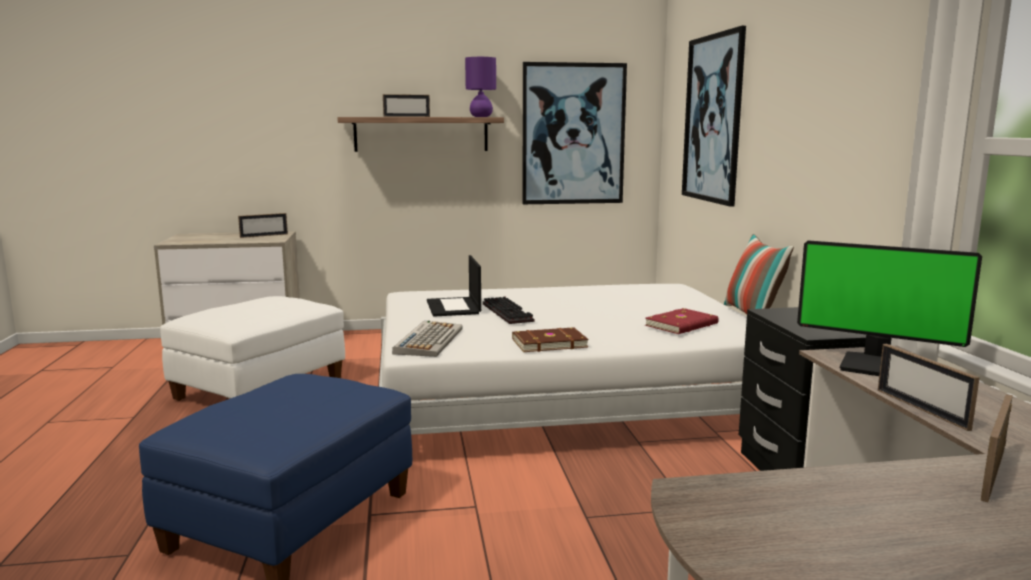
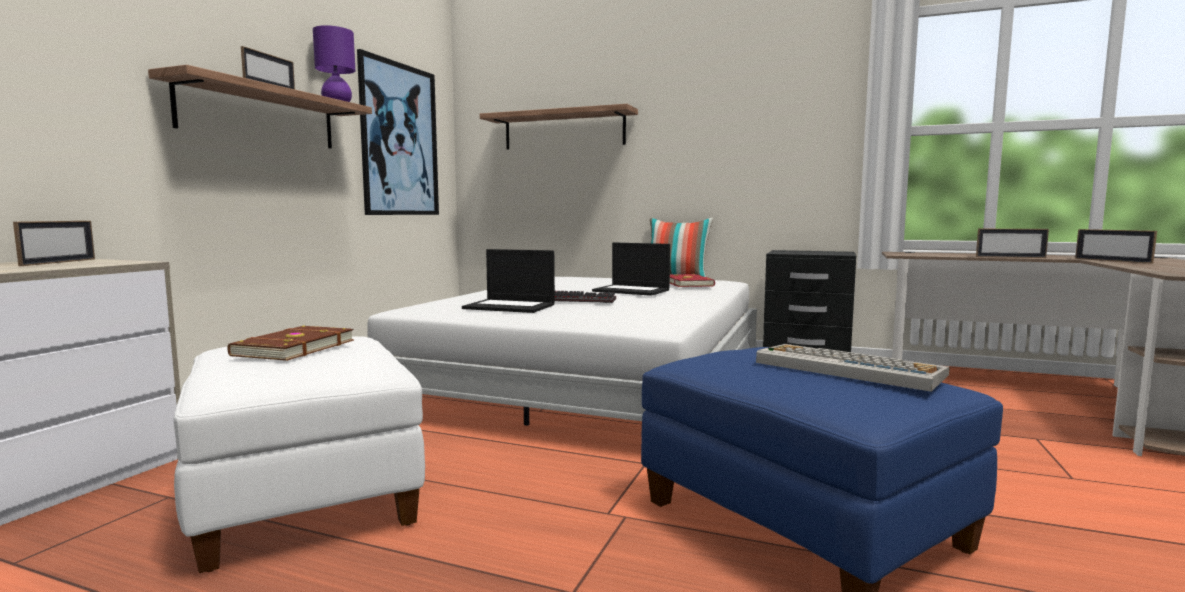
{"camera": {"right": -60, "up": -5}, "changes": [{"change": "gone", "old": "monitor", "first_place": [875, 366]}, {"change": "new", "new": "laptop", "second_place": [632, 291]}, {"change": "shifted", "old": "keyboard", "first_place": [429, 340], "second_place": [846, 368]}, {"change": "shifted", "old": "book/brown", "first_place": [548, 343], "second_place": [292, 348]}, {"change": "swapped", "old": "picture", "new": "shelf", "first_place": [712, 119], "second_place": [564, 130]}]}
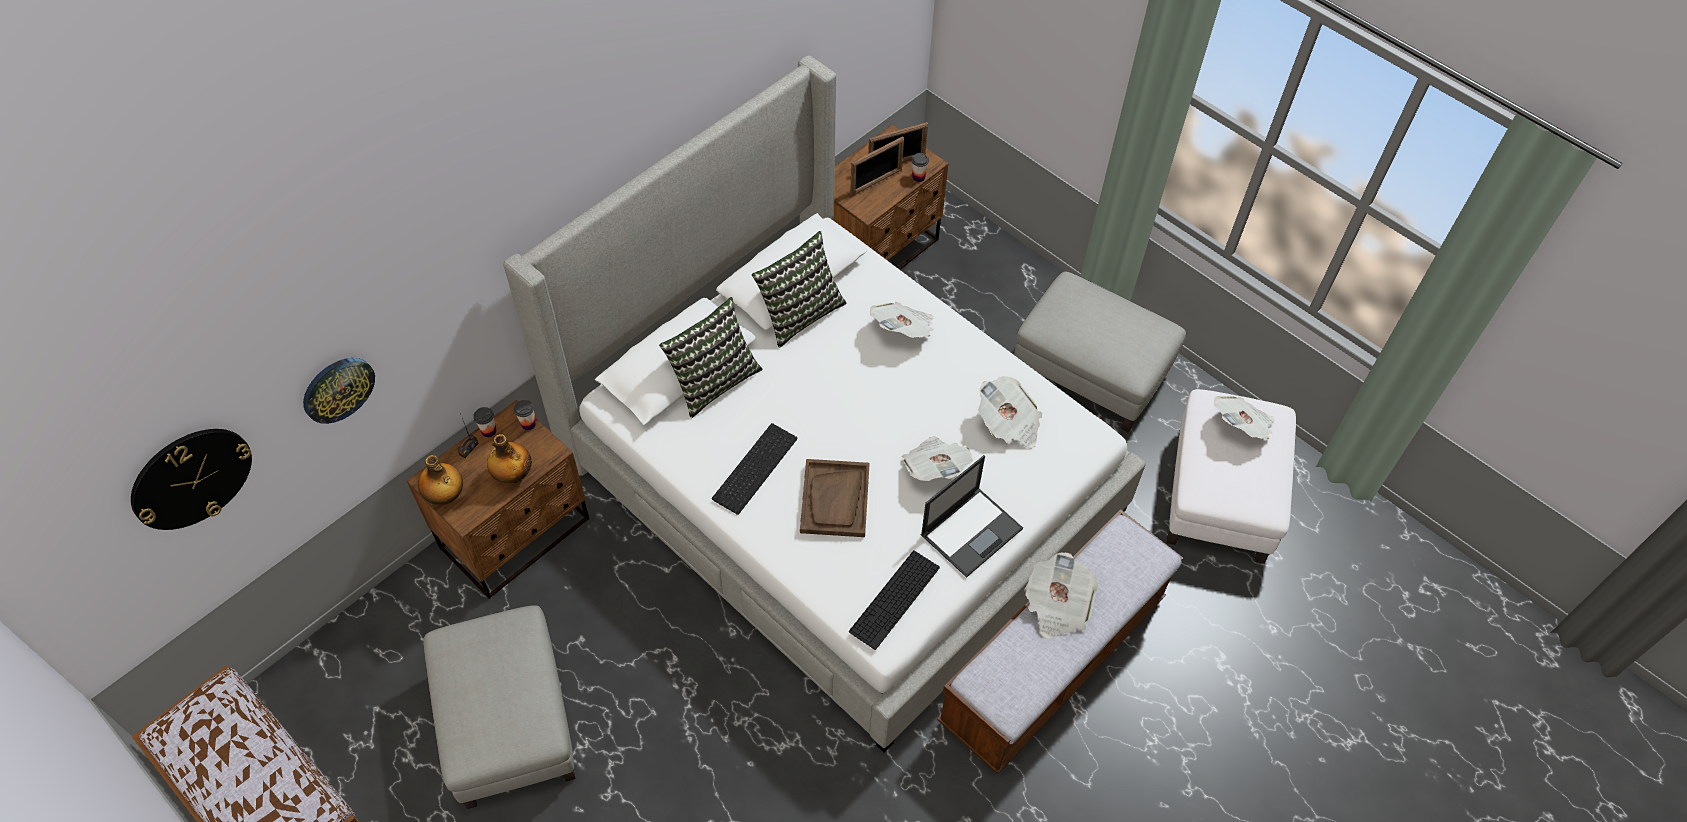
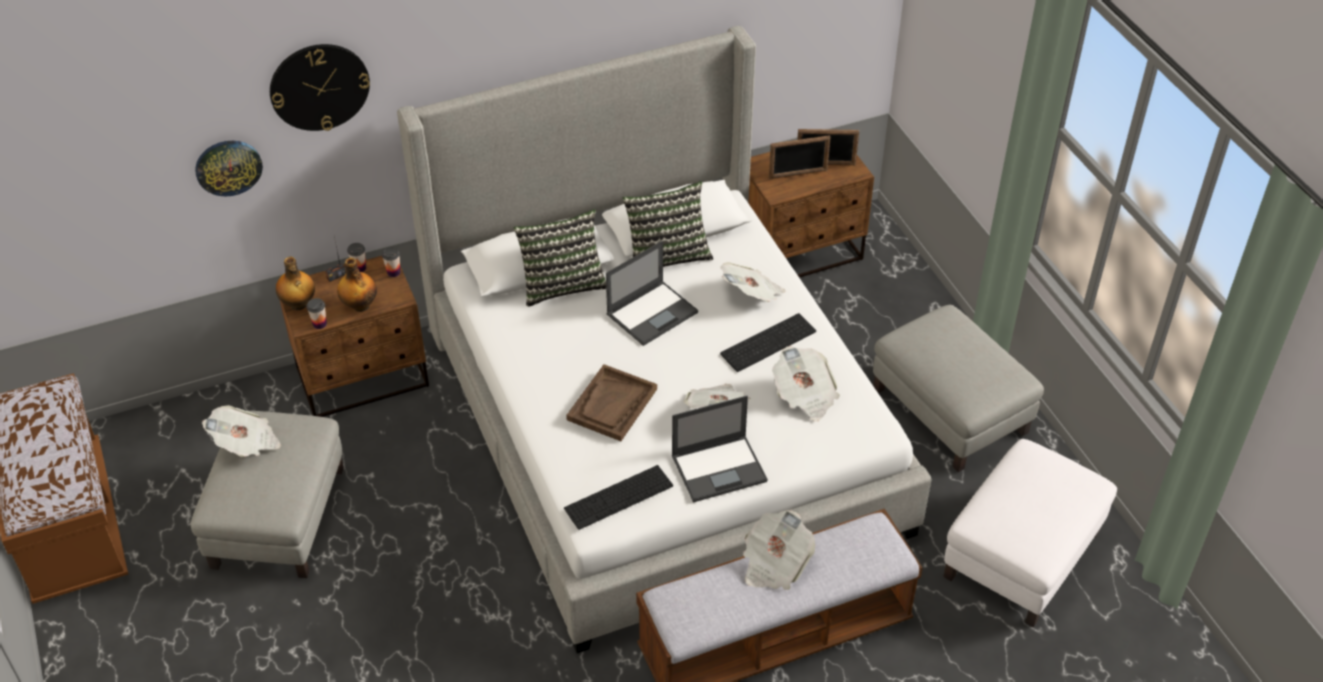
{"camera": {"right": 25, "up": -10}, "changes": [{"change": "new", "new": "laptop", "second_place": [653, 313]}, {"change": "shifted", "old": "wall clock", "first_place": [191, 478], "second_place": [319, 86]}, {"change": "shifted", "old": "keyboard", "first_place": [754, 466], "second_place": [768, 341]}, {"change": "shifted", "old": "cup", "first_place": [918, 177], "second_place": [319, 324]}, {"change": "shifted", "old": "newspaper", "first_place": [1241, 426], "second_place": [246, 444]}]}
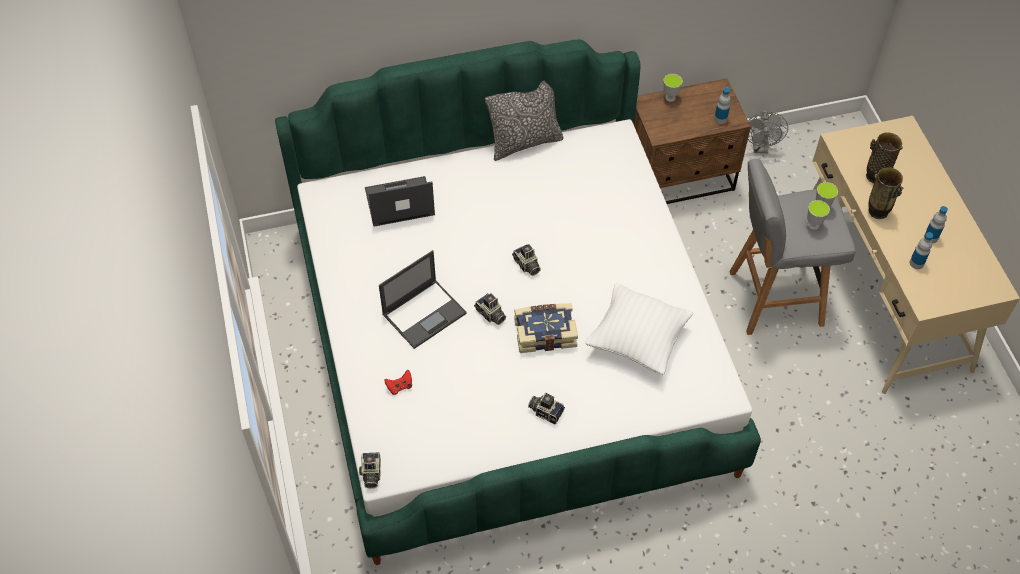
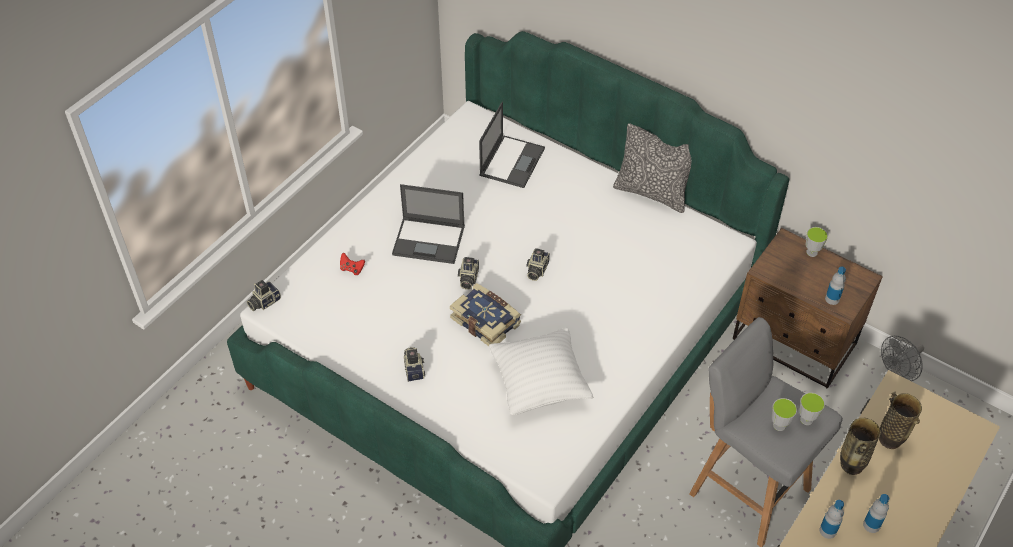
{"camera": {"right": 50, "up": -5}, "changes": [{"change": "rotated", "old": "laptop", "first_place": [398, 202], "second_place": [512, 161], "degrees": 75}]}
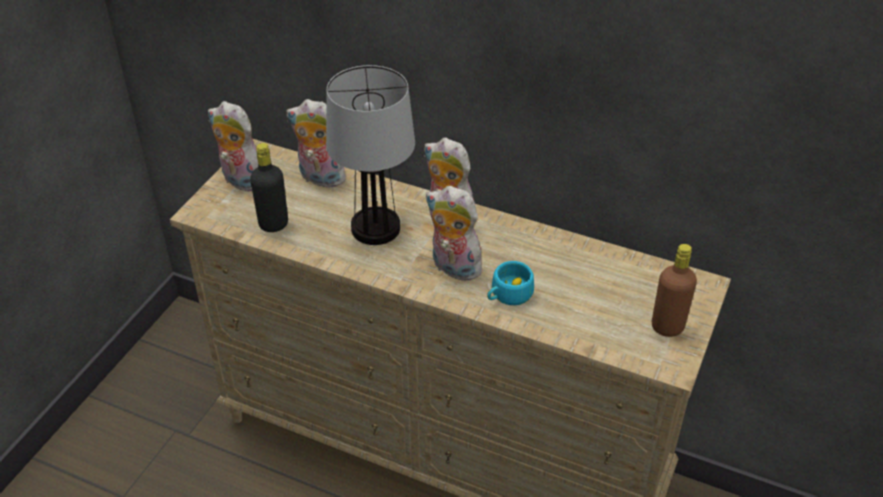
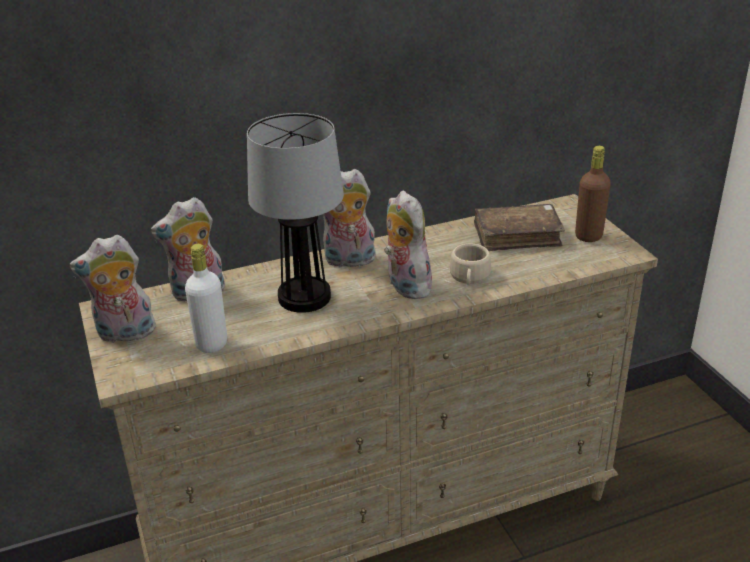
{"camera": {"right": -45, "up": -10}, "changes": [{"change": "new", "new": "book/brown", "second_place": [517, 236]}, {"change": "repainted", "old": "bottle/black", "new": "bottle/white", "first_place": [273, 224], "second_place": [211, 344]}, {"change": "repainted", "old": "cup/turquoise", "new": "cup/beige", "first_place": [508, 295], "second_place": [469, 278]}, {"change": "rotated", "old": "plush toy", "first_place": [453, 268], "second_place": [405, 286], "degrees": 75}]}
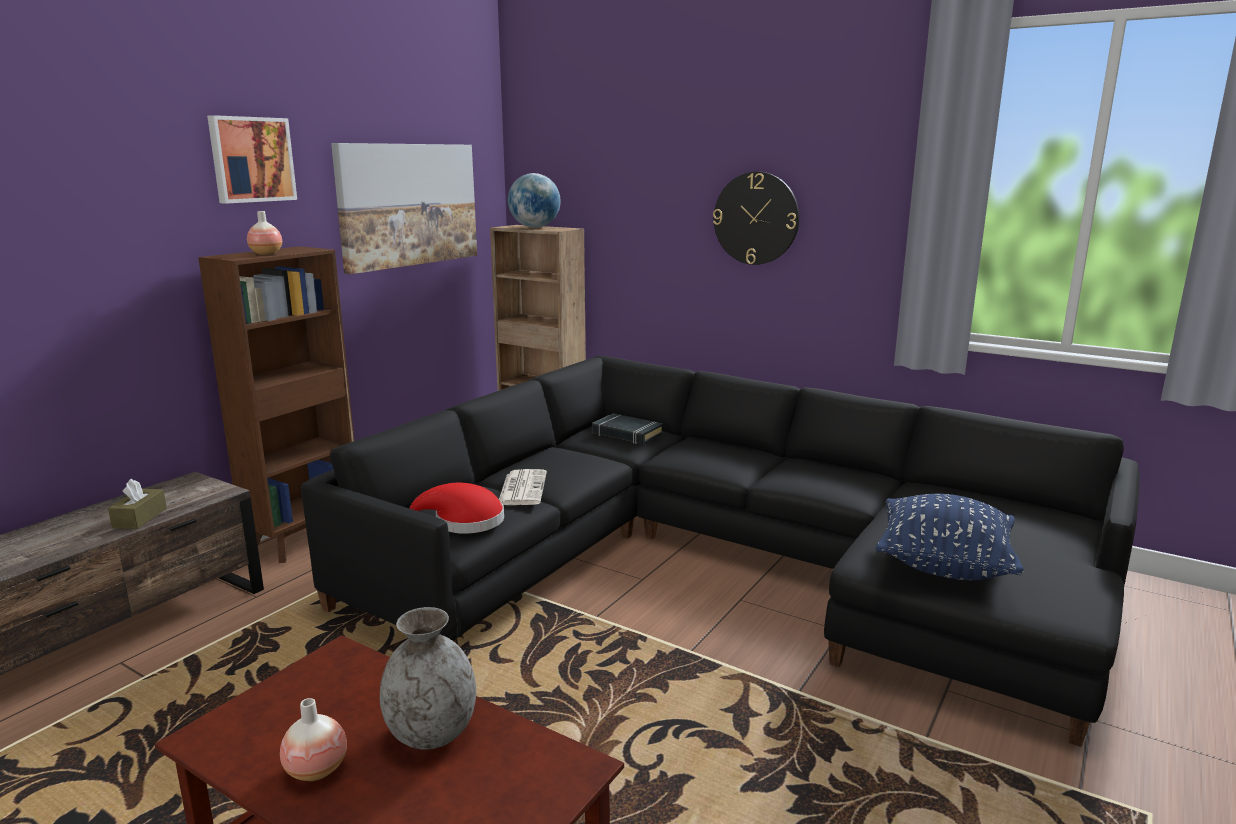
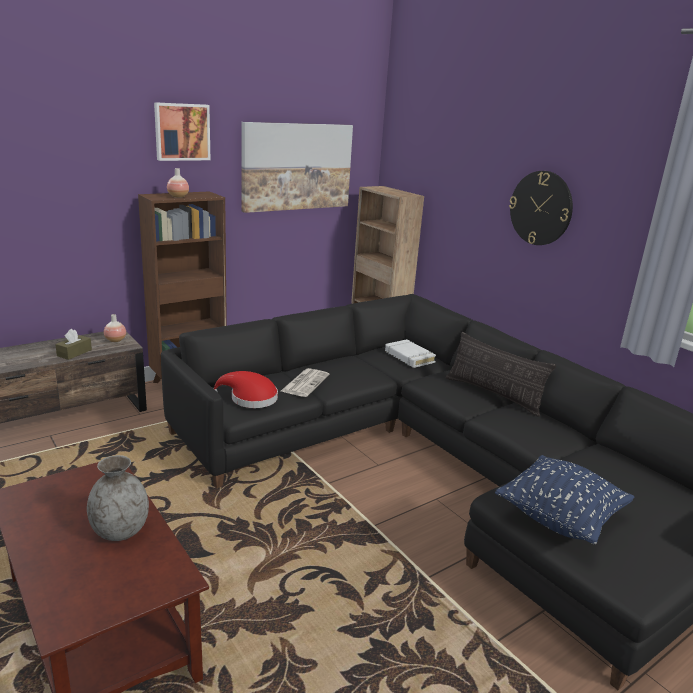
{"camera": {"right": 20, "up": 5}, "changes": [{"change": "gone", "old": "globe", "first_place": [534, 227]}, {"change": "new", "new": "pillow", "second_place": [493, 394]}, {"change": "shifted", "old": "vase", "first_place": [316, 770], "second_place": [115, 340]}, {"change": "repainted", "old": "book/black", "new": "book/white", "first_place": [627, 434], "second_place": [409, 357]}]}
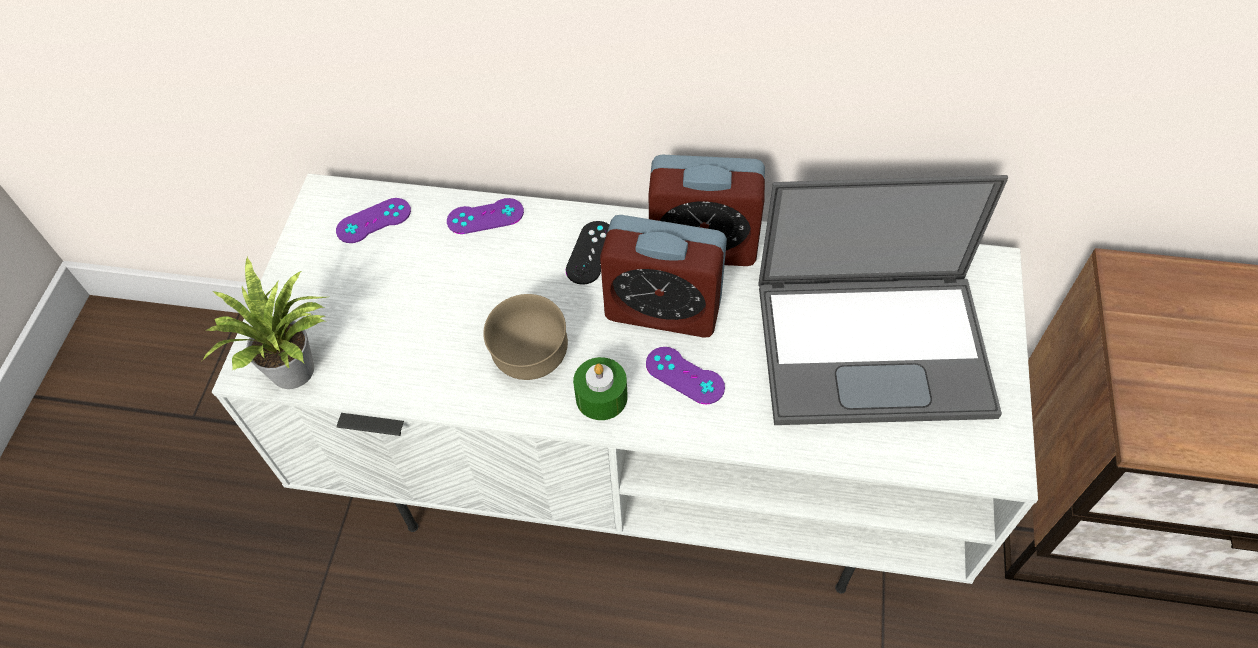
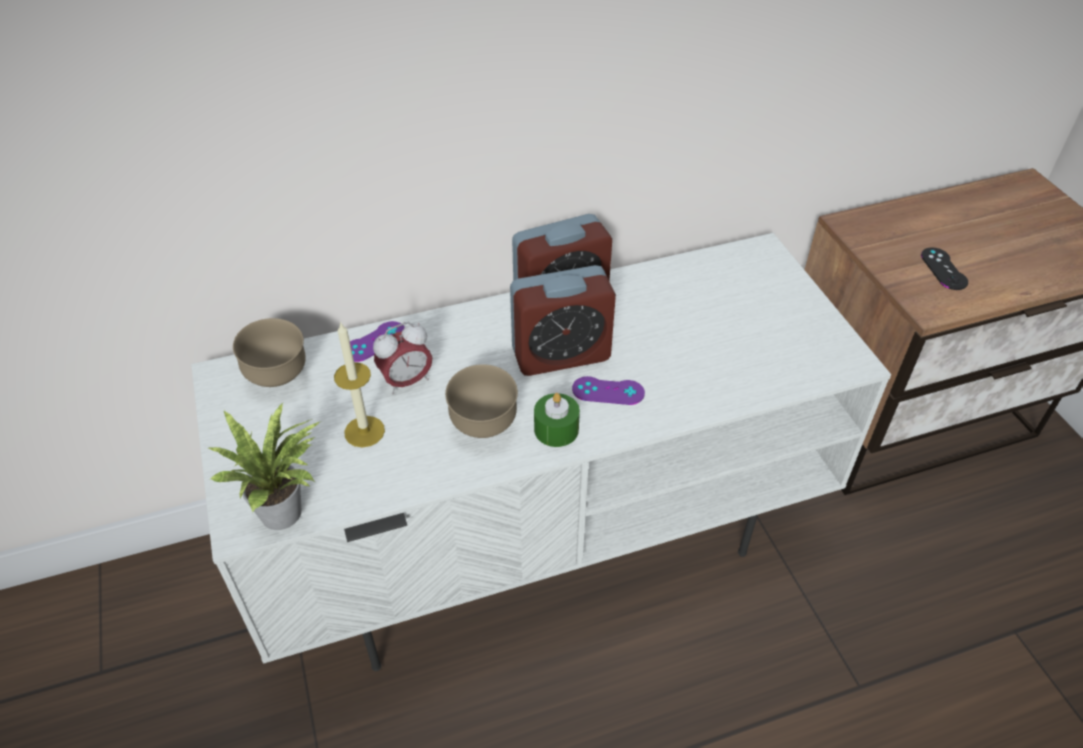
{"camera": {"right": -30, "up": -10}, "changes": [{"change": "gone", "old": "laptop", "first_place": [875, 346]}, {"change": "new", "new": "candle", "second_place": [364, 431]}, {"change": "new", "new": "alarm clock", "second_place": [406, 381]}, {"change": "shifted", "old": "game controller/black", "first_place": [590, 253], "second_place": [943, 269]}, {"change": "swapped", "old": "game controller/purple", "new": "bowl/brown", "first_place": [374, 221], "second_place": [278, 377]}]}
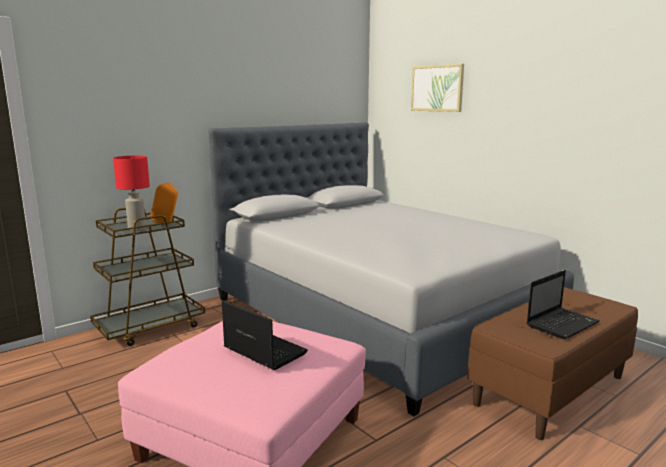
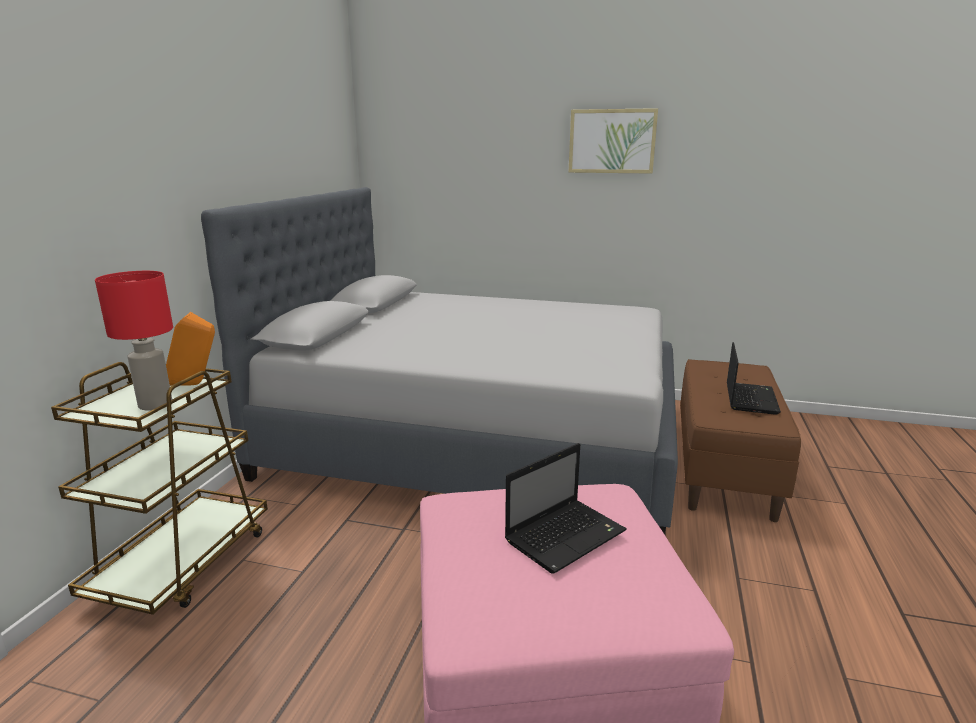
{"camera": {"right": -35, "up": 5}, "changes": [{"change": "shifted", "old": "picture", "first_place": [437, 88], "second_place": [612, 141]}, {"change": "rotated", "old": "laptop", "first_place": [263, 350], "second_place": [566, 535], "degrees": 135}]}
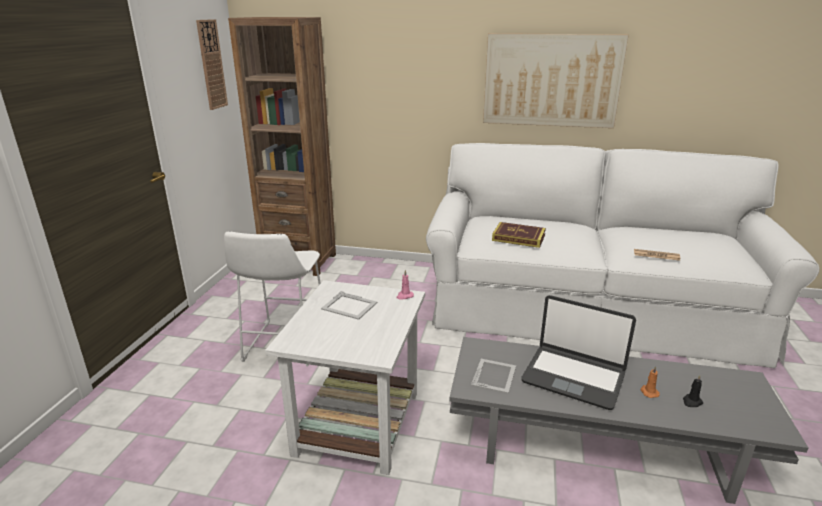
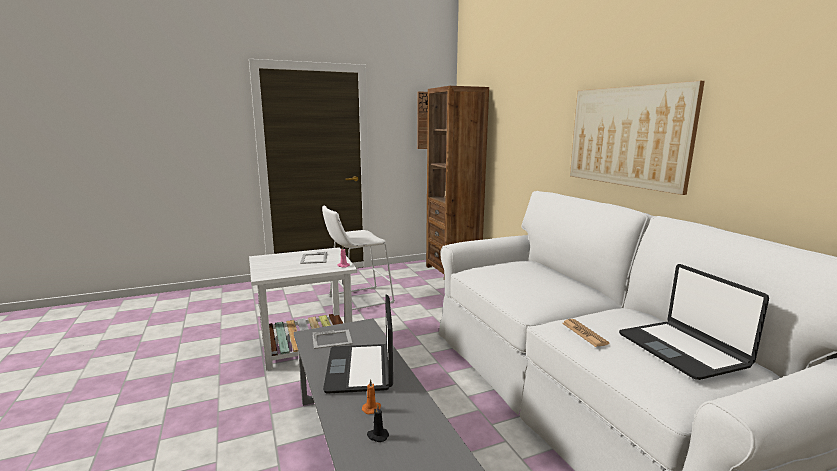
{"camera": {"right": 55, "up": -10}, "changes": [{"change": "gone", "old": "book", "first_place": [518, 238]}, {"change": "new", "new": "laptop", "second_place": [682, 350]}]}
